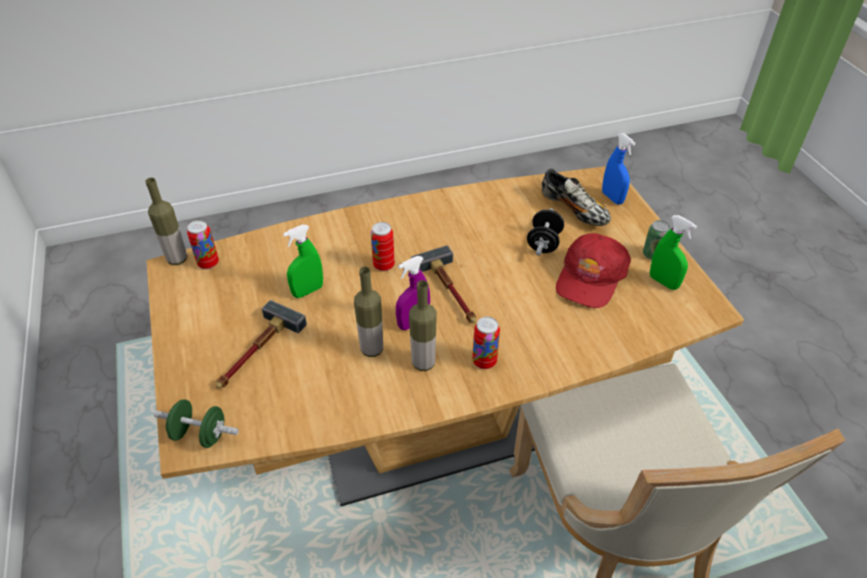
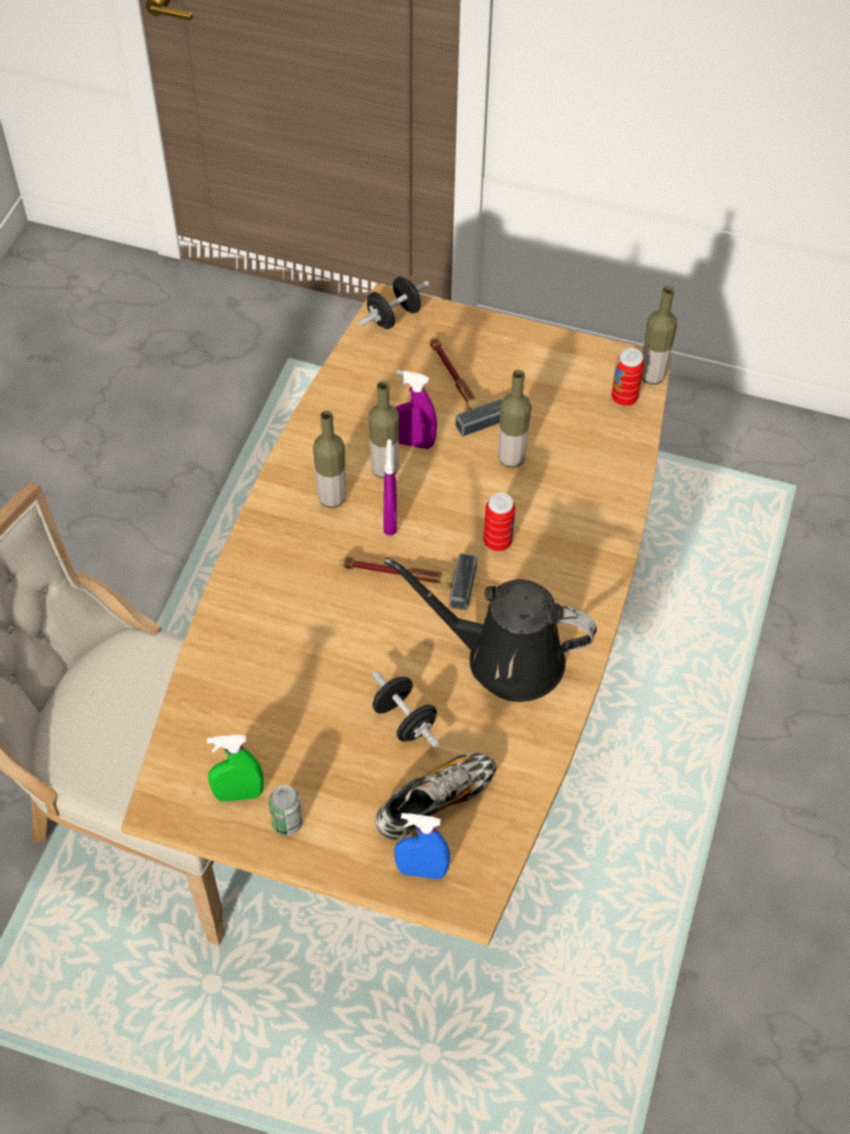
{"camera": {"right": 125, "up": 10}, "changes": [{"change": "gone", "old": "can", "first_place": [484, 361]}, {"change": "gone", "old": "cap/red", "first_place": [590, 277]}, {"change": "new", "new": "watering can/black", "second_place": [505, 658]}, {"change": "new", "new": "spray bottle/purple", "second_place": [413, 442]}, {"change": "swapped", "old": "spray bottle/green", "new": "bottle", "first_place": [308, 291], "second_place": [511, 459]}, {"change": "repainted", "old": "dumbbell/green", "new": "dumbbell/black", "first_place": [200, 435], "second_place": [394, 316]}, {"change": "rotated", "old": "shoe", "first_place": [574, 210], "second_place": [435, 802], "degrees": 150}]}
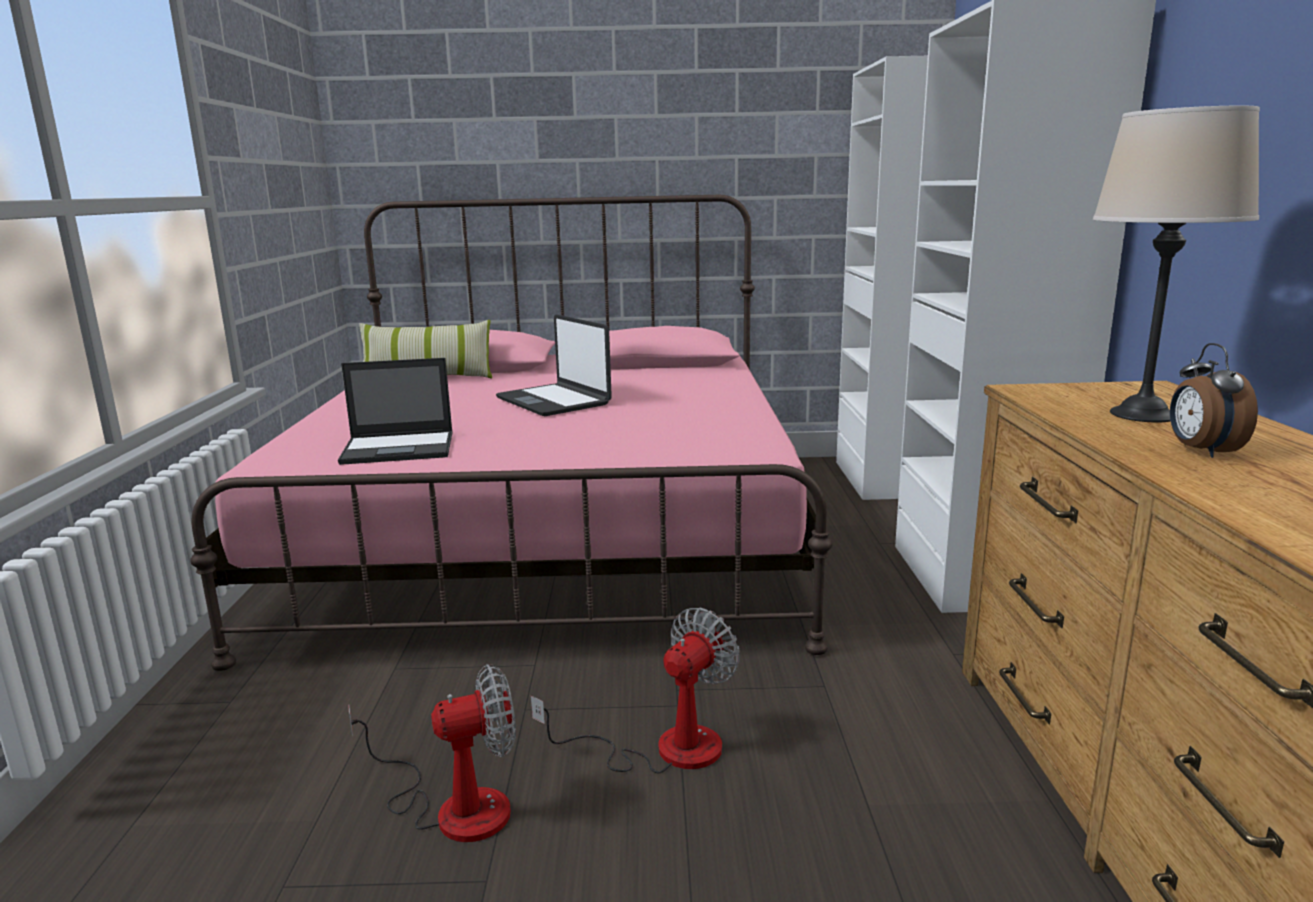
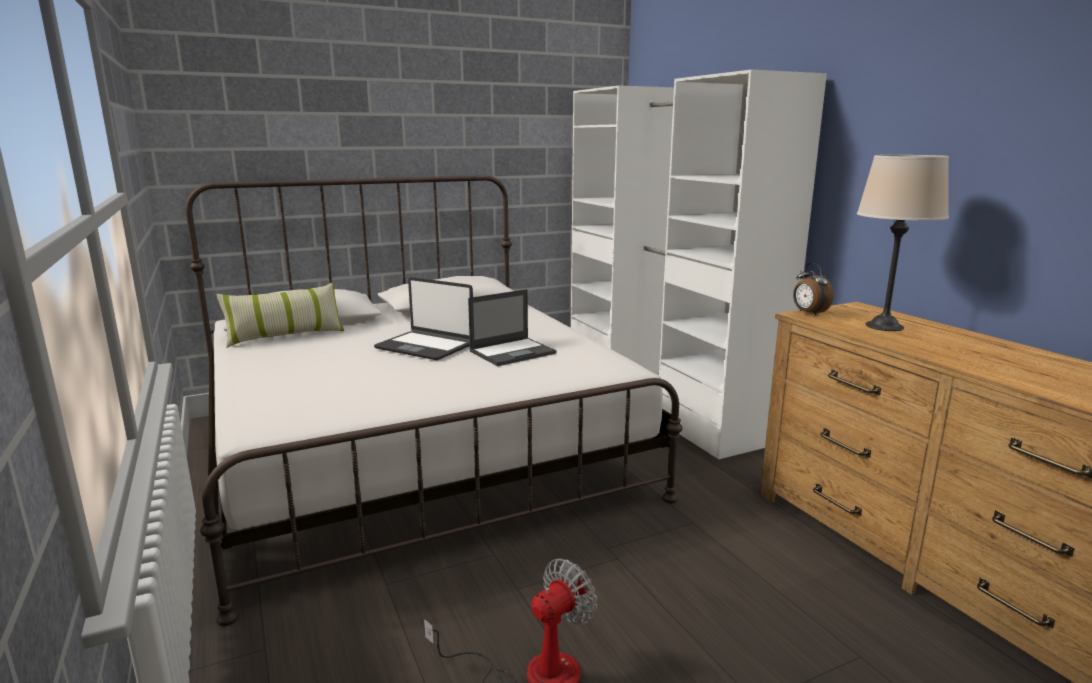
{"camera": {"right": -25, "up": 0}, "changes": [{"change": "gone", "old": "fan", "first_place": [664, 749]}, {"change": "shifted", "old": "laptop", "first_place": [400, 448], "second_place": [513, 352]}, {"change": "shifted", "old": "alarm clock", "first_place": [1201, 451], "second_place": [808, 313]}, {"change": "repainted", "old": "bed/pink", "new": "bed/white", "first_place": [551, 538], "second_place": [416, 454]}]}
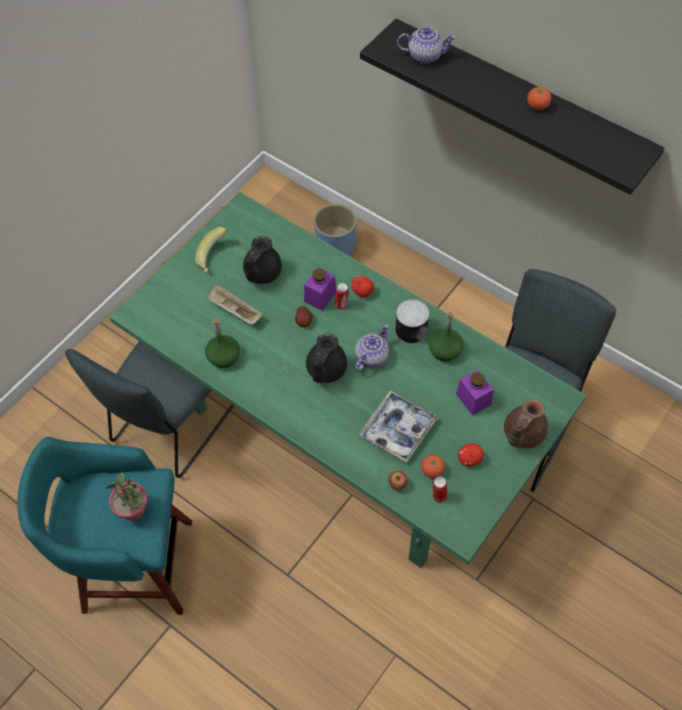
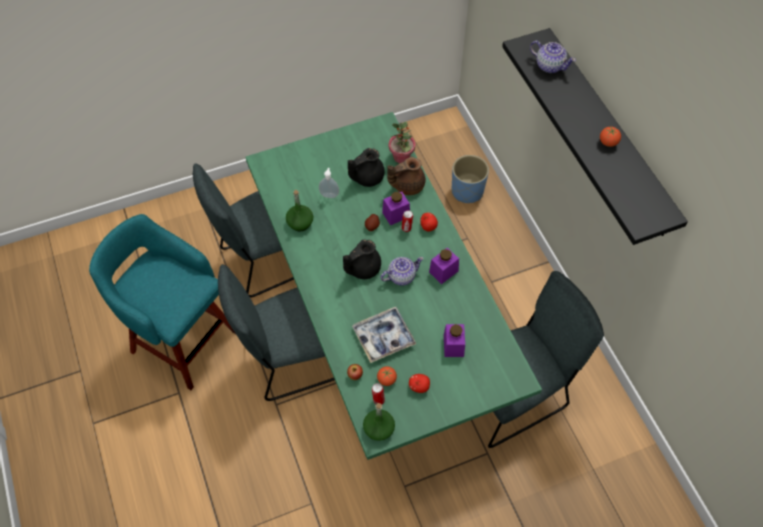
{"camera": {"right": 30, "up": 0}, "changes": [{"change": "gone", "old": "banana", "first_place": [214, 257]}, {"change": "new", "new": "chair/grey", "second_place": [294, 359]}, {"change": "shifted", "old": "potted plant", "first_place": [134, 510], "second_place": [401, 157]}, {"change": "shifted", "old": "bottle/green", "first_place": [445, 350], "second_place": [379, 429]}, {"change": "shifted", "old": "teapot/brown", "first_place": [522, 434], "second_place": [407, 185]}, {"change": "swapped", "old": "tray/beige", "new": "soap dispenser", "first_place": [234, 311], "second_place": [329, 194]}, {"change": "swapped", "old": "can", "new": "jar/purple", "first_place": [410, 330], "second_place": [443, 271]}]}
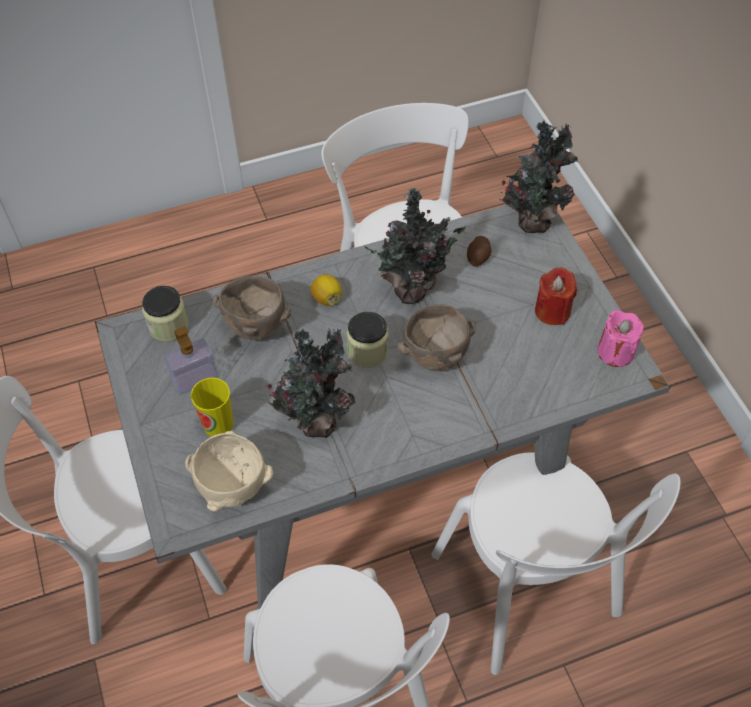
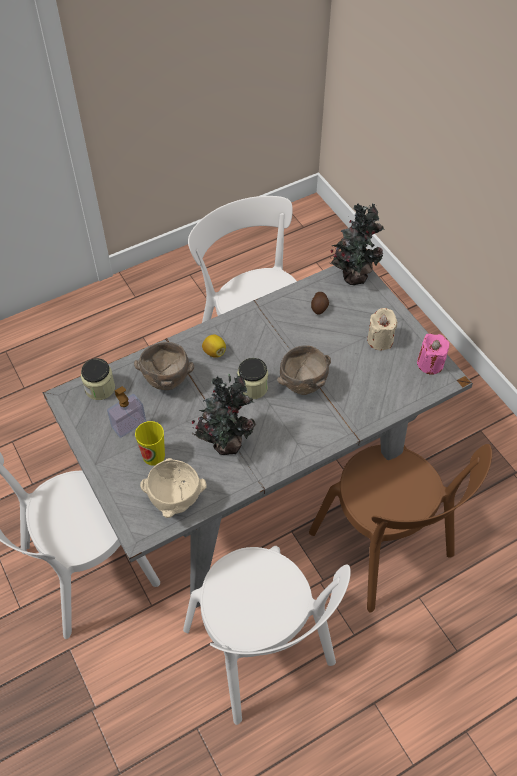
{"camera": {"right": -10, "up": 0}, "changes": [{"change": "gone", "old": "potted plant", "first_place": [413, 289]}, {"change": "repainted", "old": "chair/white", "new": "chair/brown", "first_place": [529, 591], "second_place": [385, 548]}, {"change": "repainted", "old": "candle/red", "new": "candle/beige", "first_place": [552, 311], "second_place": [380, 340]}]}
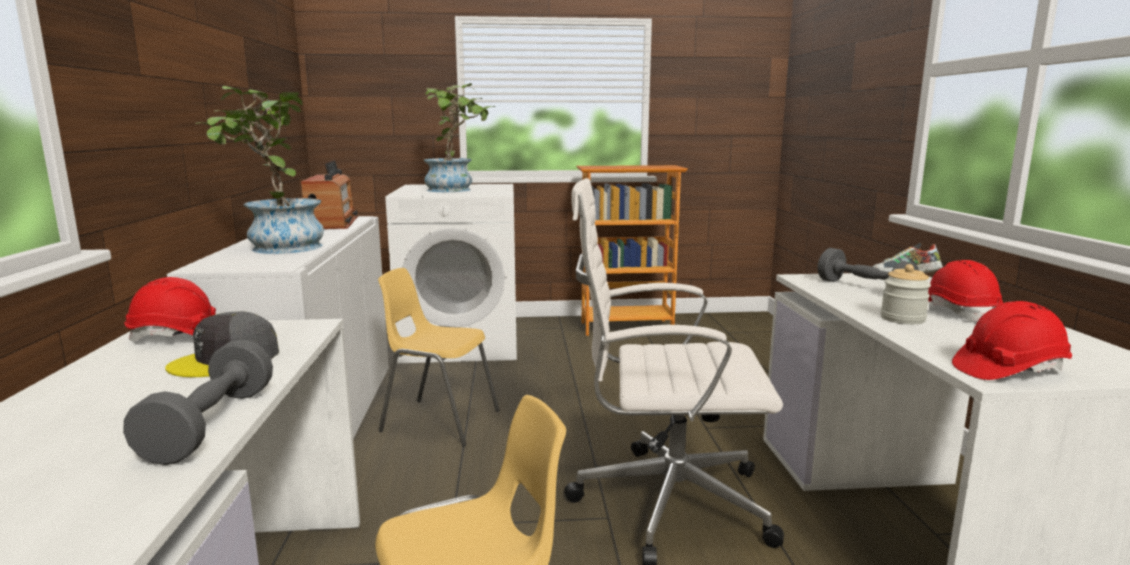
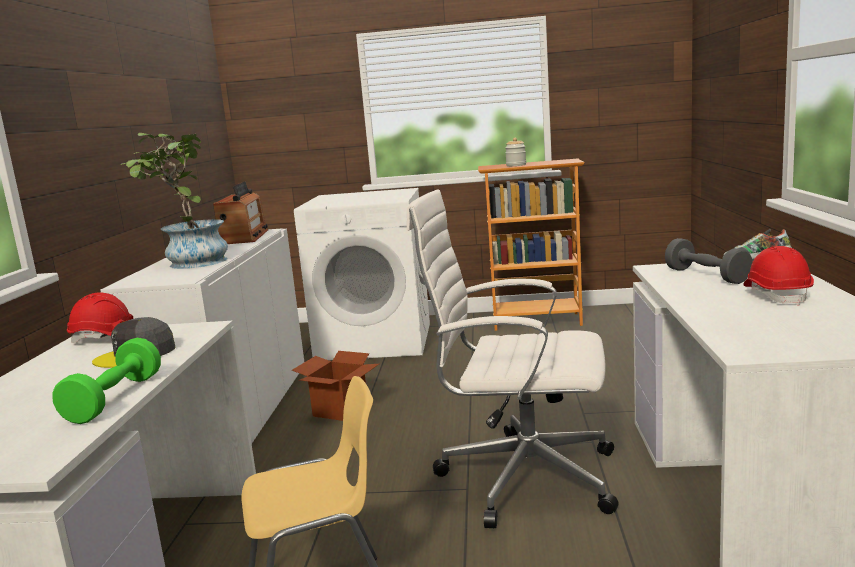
{"camera": {"right": 10, "up": 0}, "changes": [{"change": "gone", "old": "potted plant", "first_place": [456, 189]}, {"change": "gone", "old": "hard hat/red", "first_place": [1008, 370]}, {"change": "shifted", "old": "jar", "first_place": [902, 319], "second_place": [516, 165]}, {"change": "swapped", "old": "chair/yellow", "new": "cardboard box", "first_place": [439, 421], "second_place": [340, 410]}, {"change": "repainted", "old": "dumbbell/grey", "new": "dumbbell/green", "first_place": [211, 425], "second_place": [115, 399]}]}
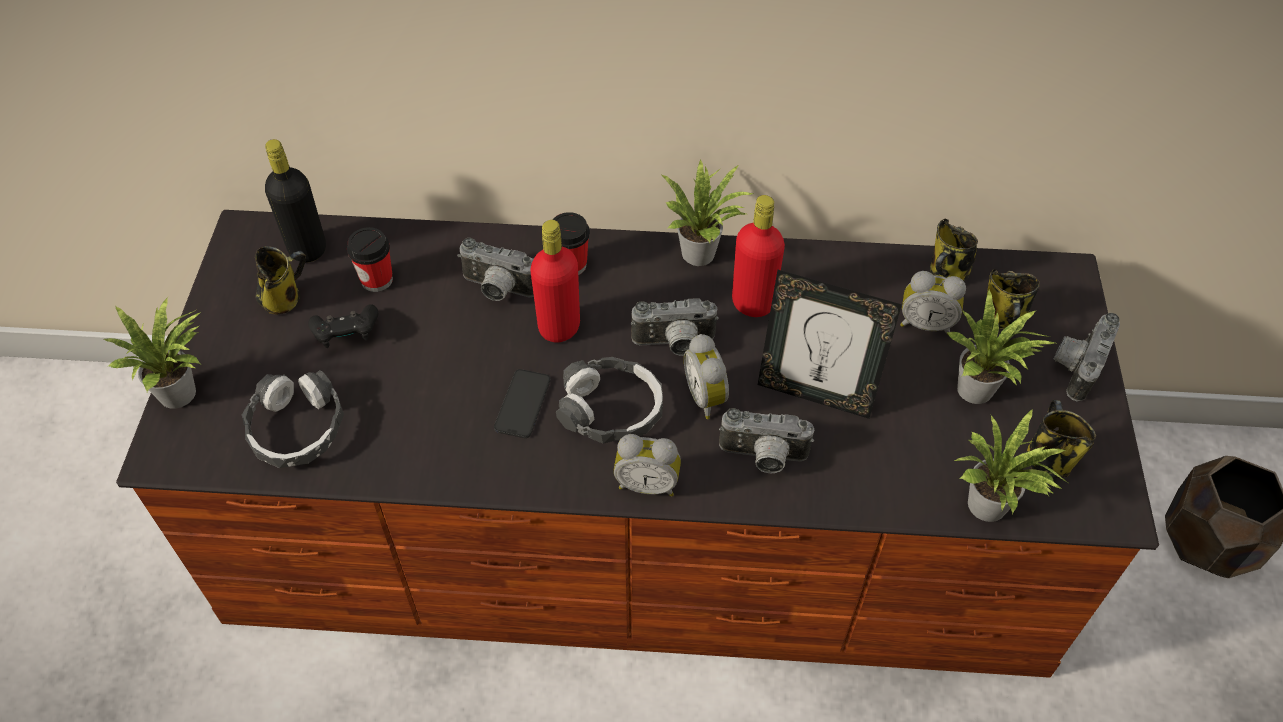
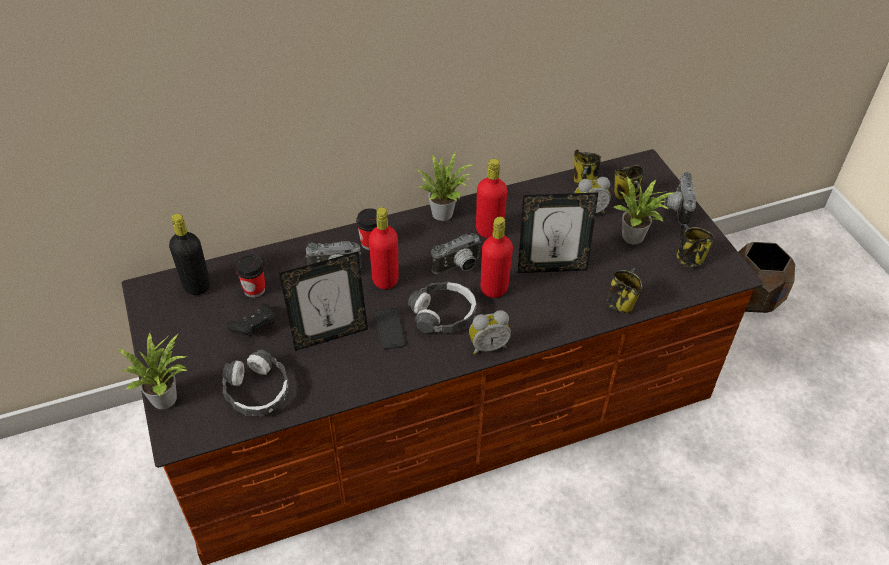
{"camera": {"right": -25, "up": -5}, "changes": [{"change": "gone", "old": "photo camera", "first_place": [763, 458]}, {"change": "gone", "old": "potted plant", "first_place": [990, 509]}, {"change": "new", "new": "picture frame", "second_place": [330, 335]}, {"change": "shifted", "old": "mug", "first_place": [283, 298], "second_place": [621, 303]}, {"change": "swapped", "old": "alarm clock", "new": "bottle/red", "first_place": [708, 397], "second_place": [494, 288]}]}
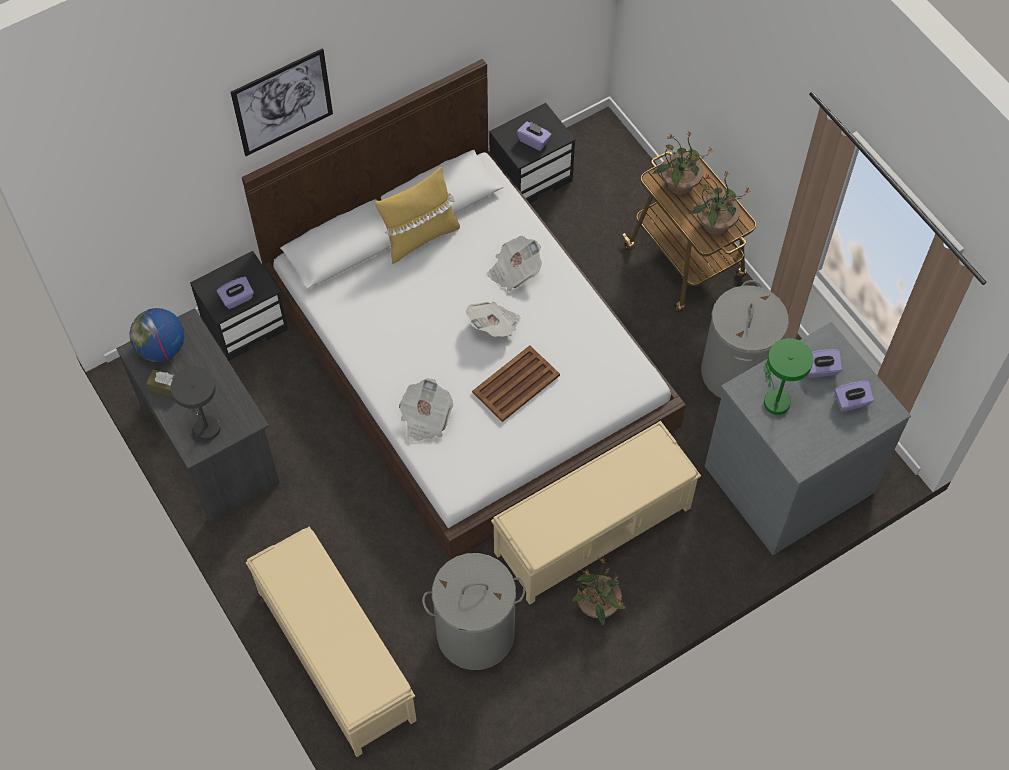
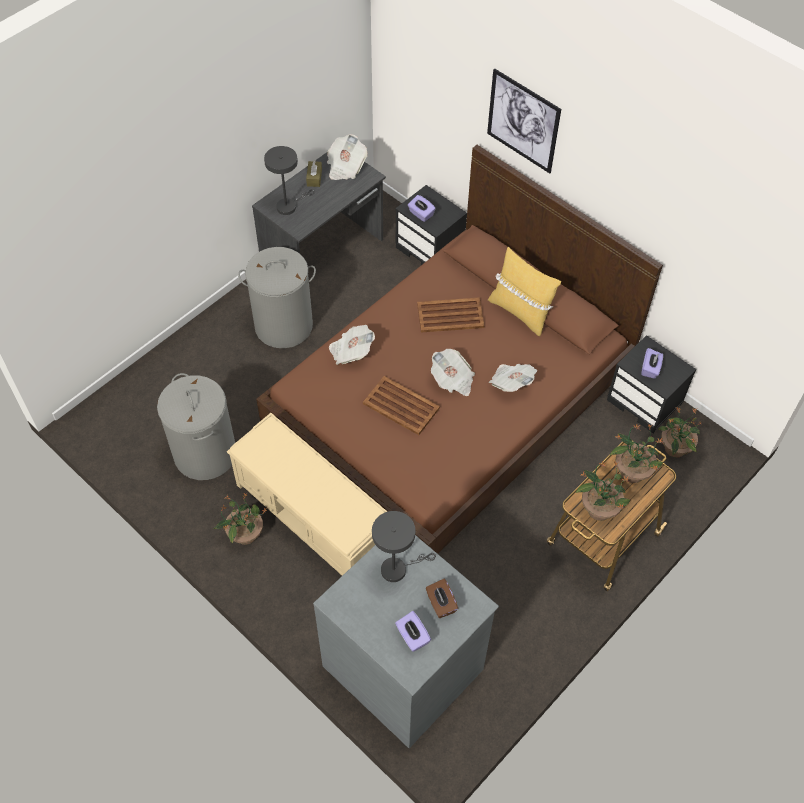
{"camera": {"right": 75, "up": -5}, "changes": [{"change": "gone", "old": "bench/beige", "first_place": [335, 654]}, {"change": "new", "new": "tray/brown", "second_place": [449, 315]}, {"change": "new", "new": "potted plant", "second_place": [674, 449]}, {"change": "shifted", "old": "laundry basket/grey", "first_place": [736, 371], "second_place": [284, 325]}, {"change": "swapped", "old": "globe", "new": "newspaper", "first_place": [161, 348], "second_place": [345, 167]}, {"change": "repainted", "old": "bed/white", "new": "bed/brown", "first_place": [468, 355], "second_place": [450, 395]}, {"change": "repainted", "old": "table lamp/green", "new": "table lamp/grey", "first_place": [775, 398], "second_place": [397, 568]}, {"change": "repainted", "old": "tissue box/purple", "new": "tissue box/brown", "first_place": [821, 370], "second_place": [441, 604]}]}
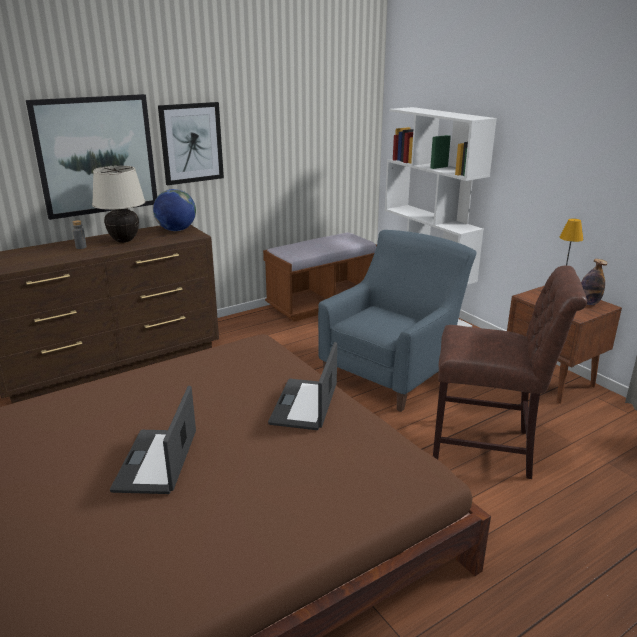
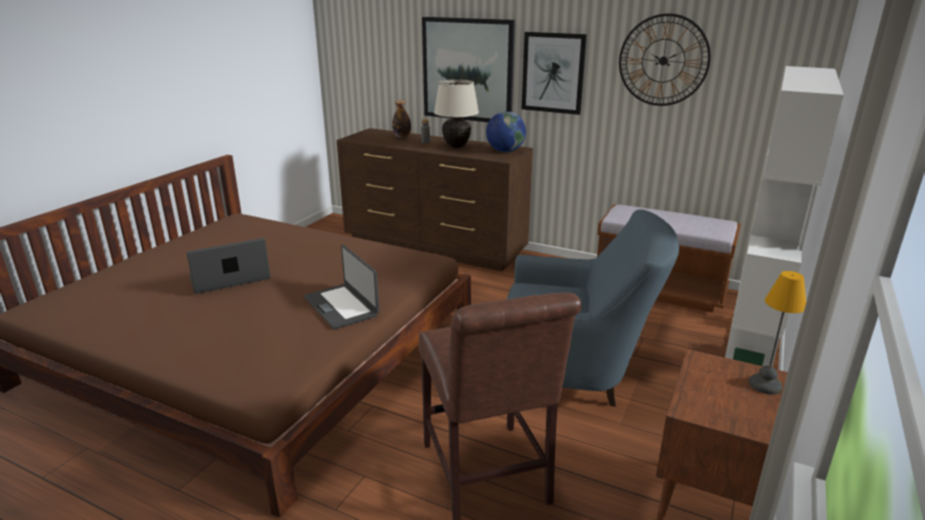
{"camera": {"right": 60, "up": 0}, "changes": [{"change": "new", "new": "wall clock", "second_place": [663, 60]}, {"change": "shifted", "old": "bottle", "first_place": [588, 303], "second_place": [402, 137]}, {"change": "rotated", "old": "laptop", "first_place": [305, 404], "second_place": [342, 306], "degrees": -105}]}
